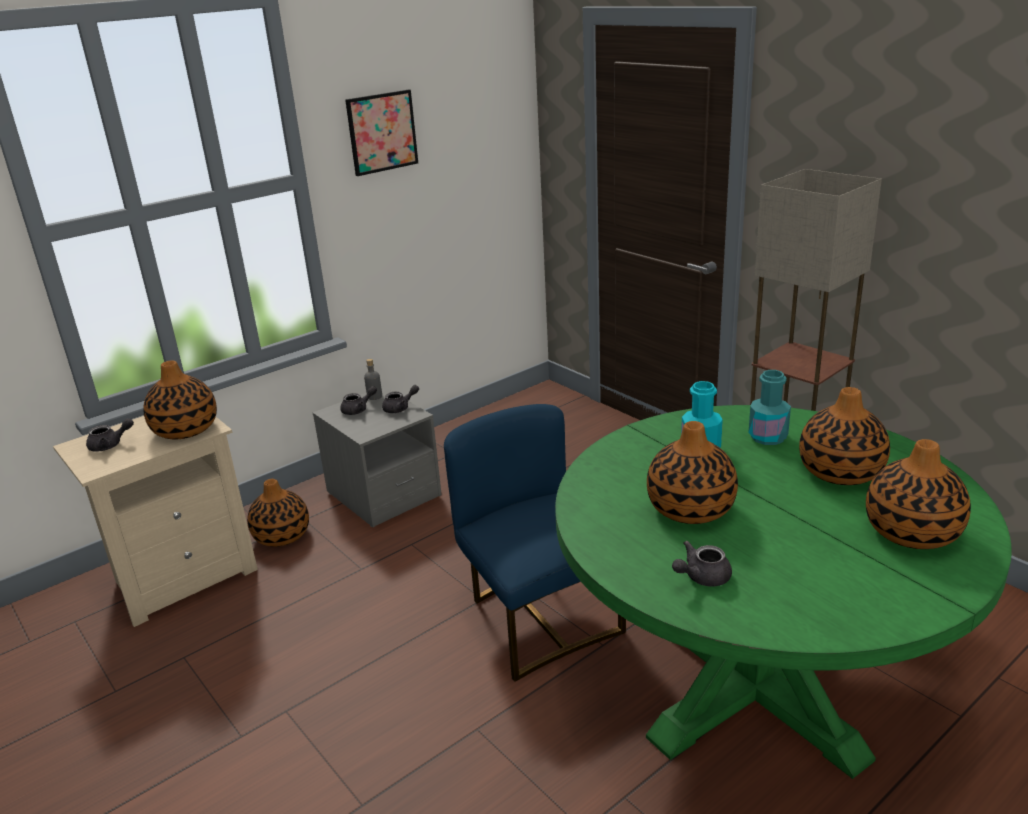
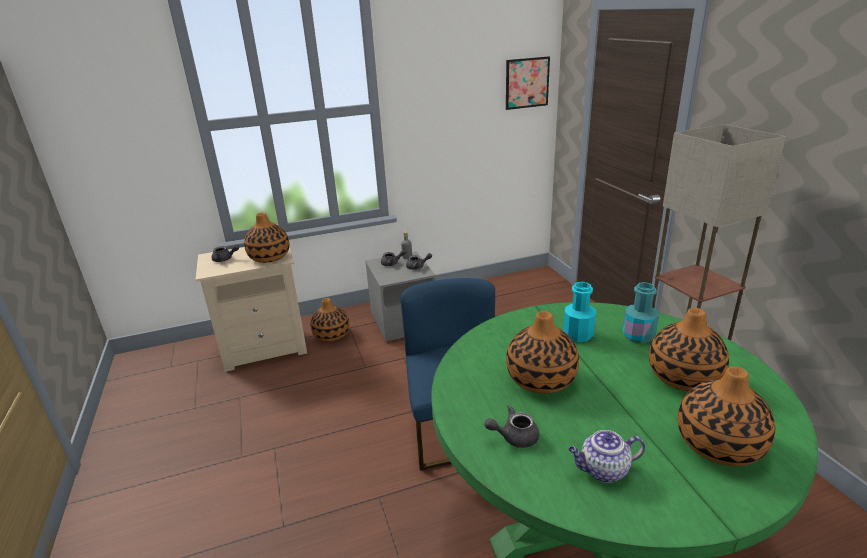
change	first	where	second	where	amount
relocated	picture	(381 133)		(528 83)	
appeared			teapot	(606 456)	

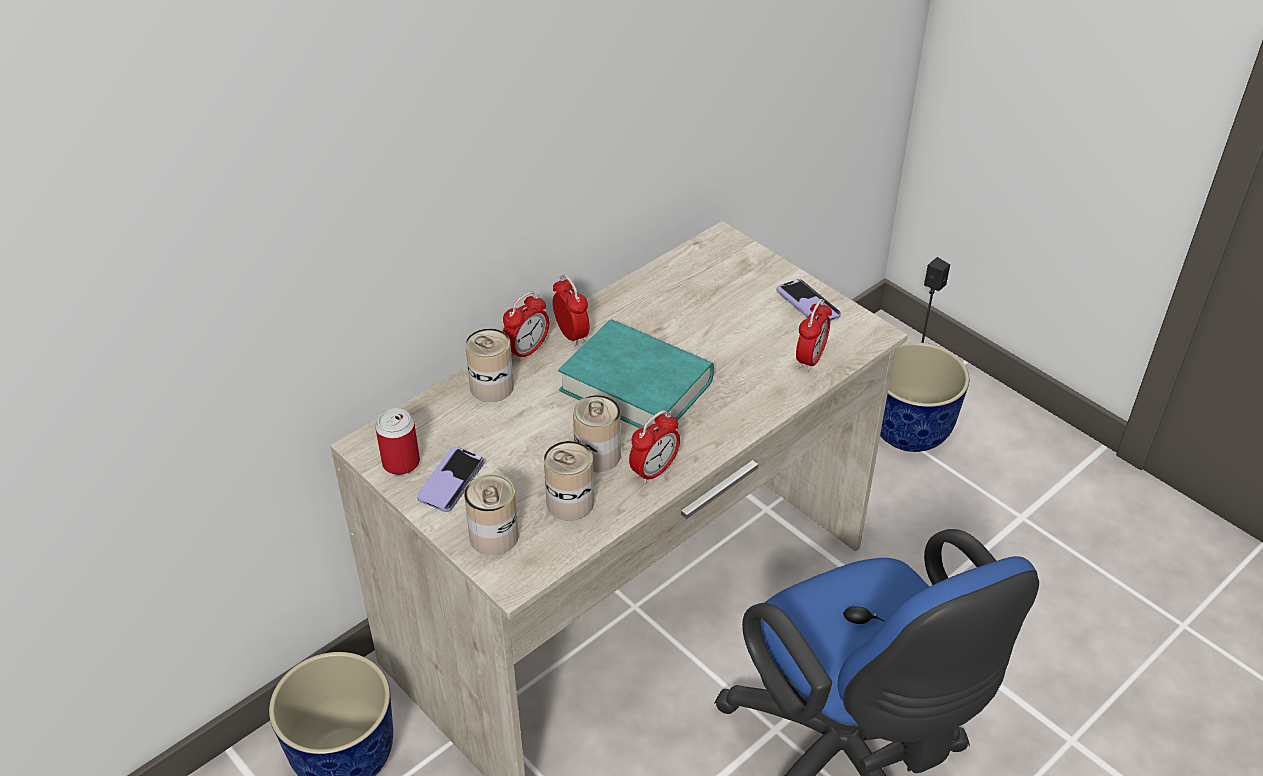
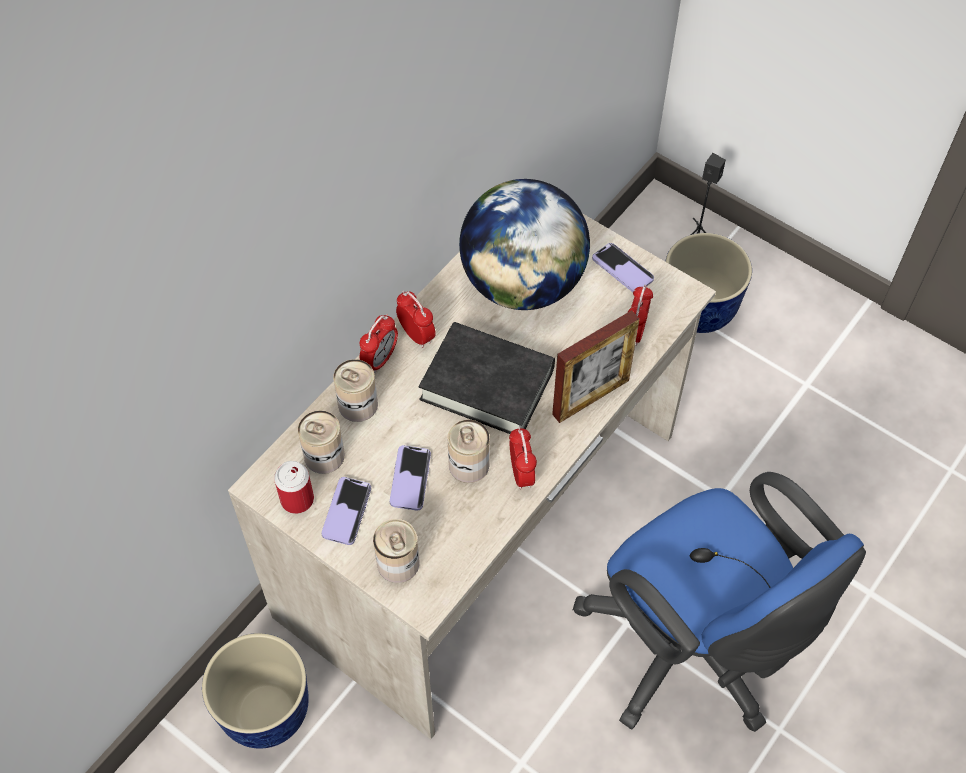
change	first	where	second	where	amount
relocated	can	(569 481)		(321 442)	
appeared			phone	(410 478)	
colour	book in turquoise	(636 373)	book in black	(487 378)	
appeared			globe	(524 244)	
spun	alarm clock	(654 447)		(523 458)	45 degrees counterclockwise
appeared			picture frame	(596 366)	

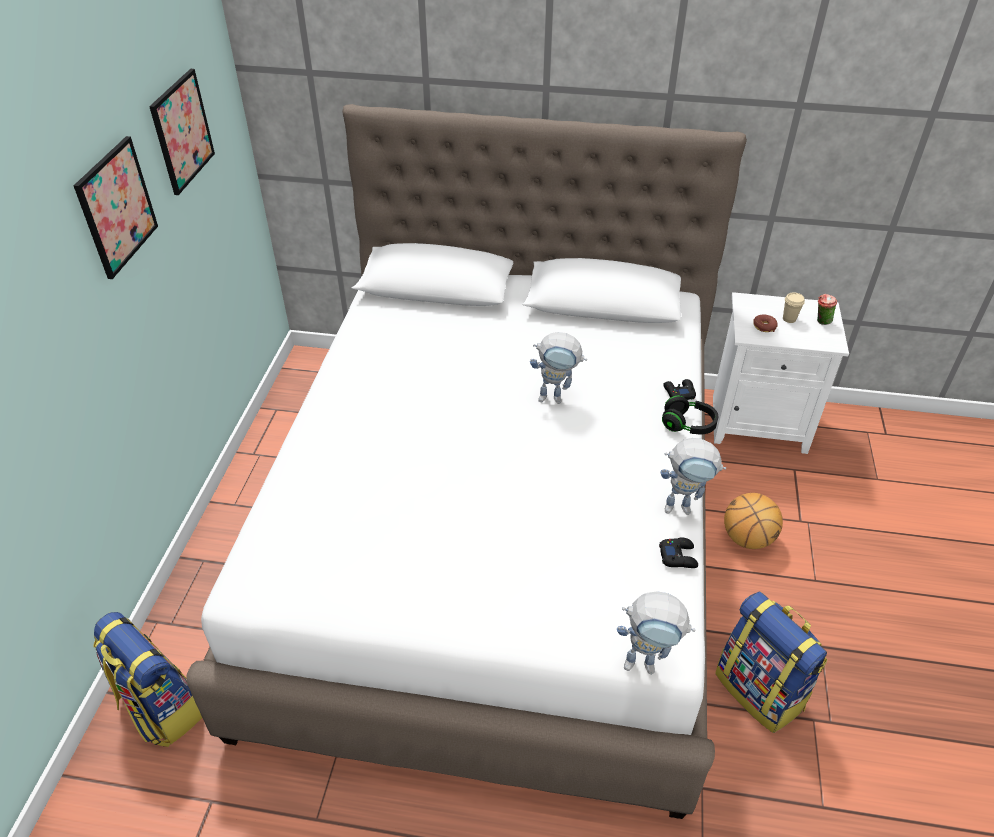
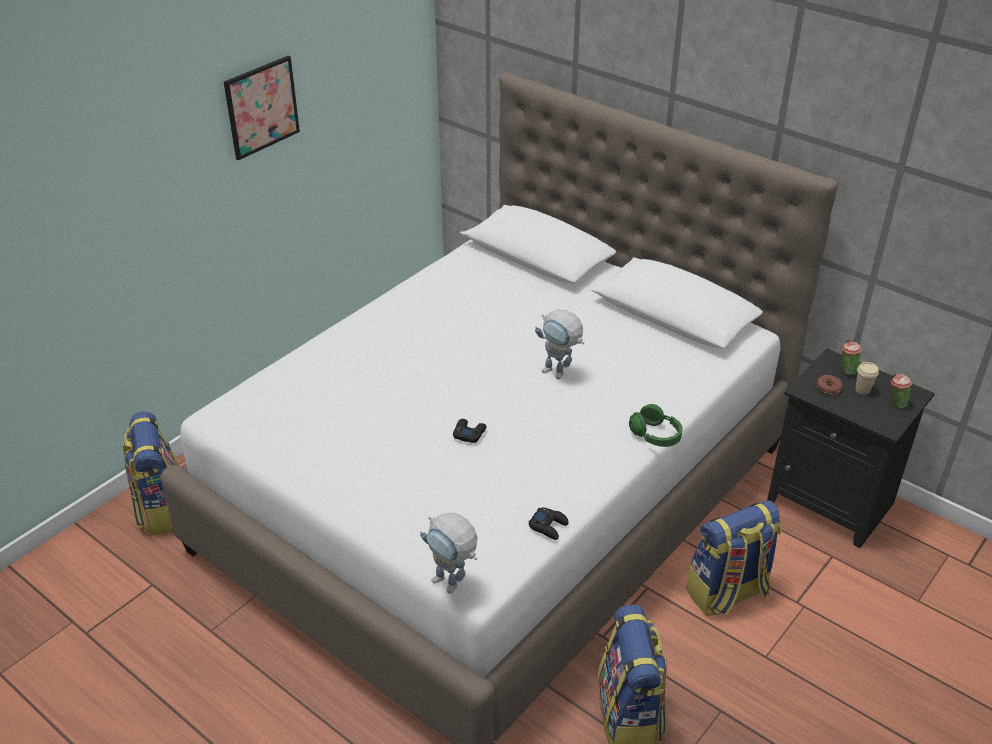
change	first	where	second	where	amount
relocated	game controller in black	(679 389)		(470 431)	
colour	headphones in black	(690 414)	headphones in green	(656 425)	
exchanged	basketball	(753 521)	backpack	(733 558)	
colour	nightstand in white	(781 373)	nightstand in black	(851 448)	
appeared			cup	(852 357)	
missing	picture	(182 132)			
missing	toy robot	(693 476)			

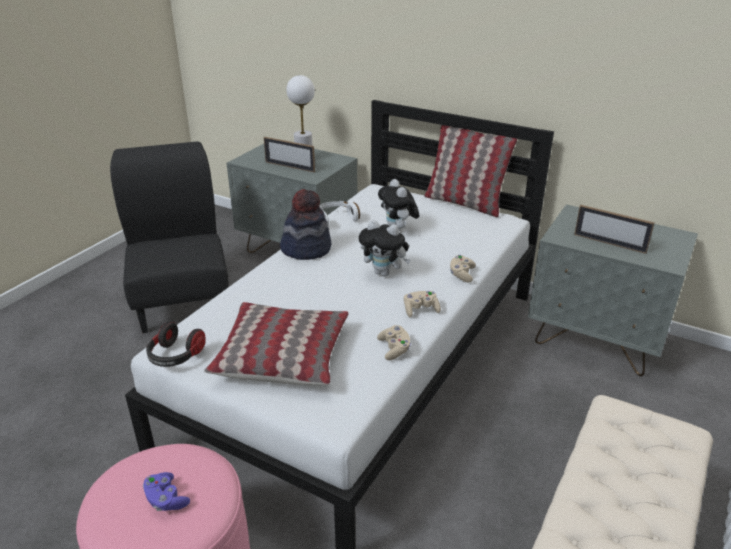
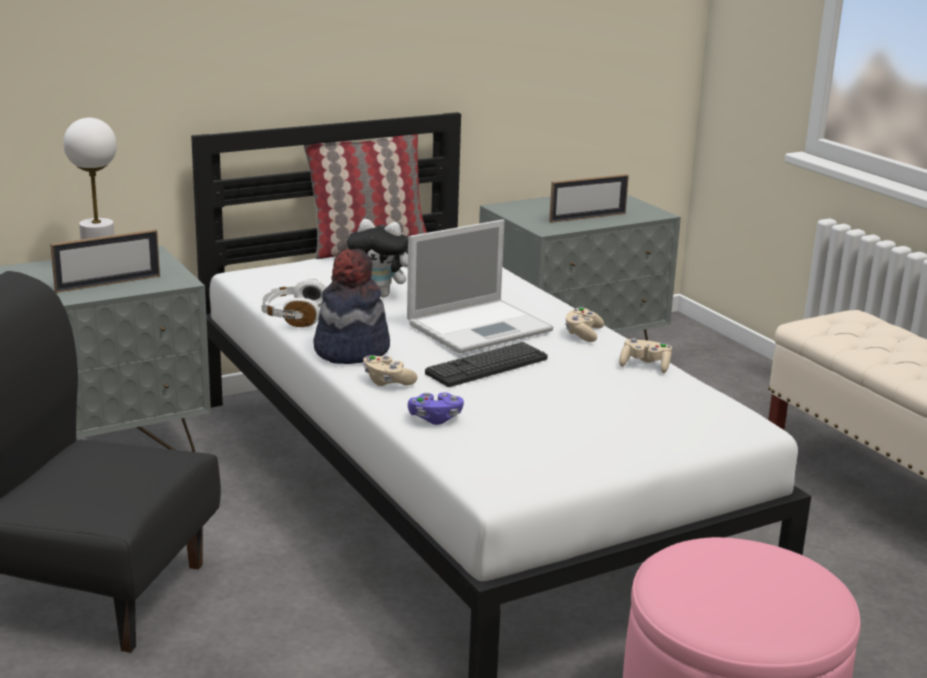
change	first	where	second	where	amount
relocated	game controller in beige	(463 268)		(390 370)	
exchanged	plush toy	(384 248)	laptop	(480 286)	
relocated	game controller in purple	(166 491)		(436 408)	
appeared			keyboard	(486 364)	
missing	headphones	(176 344)			
missing	pillow	(276 343)			

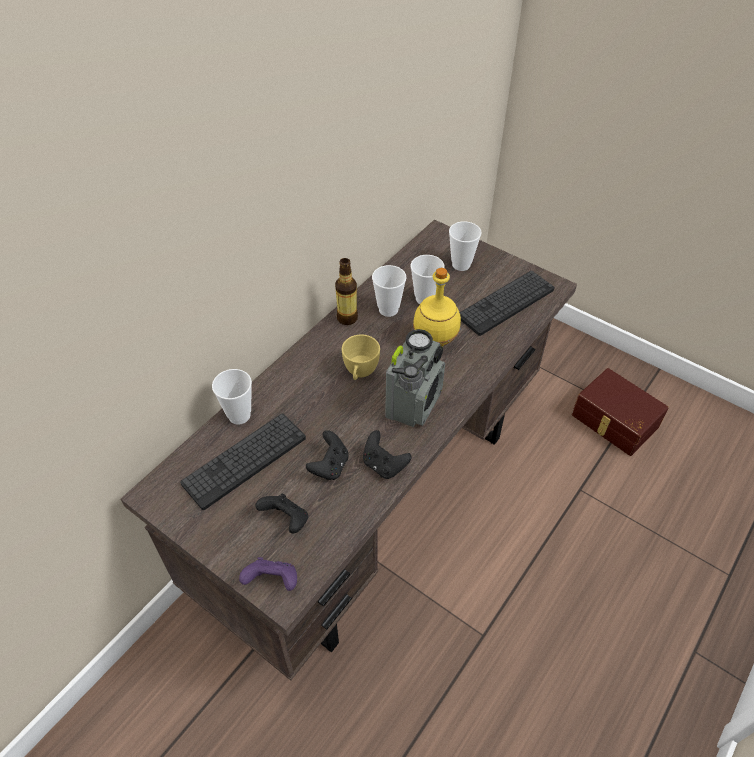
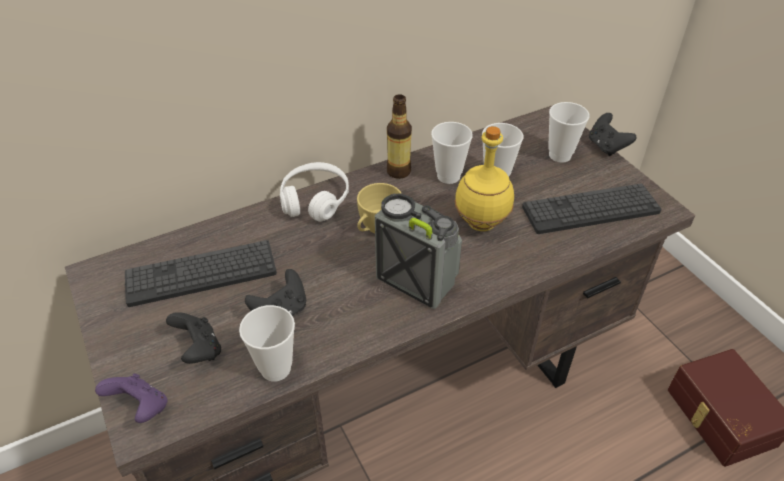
change	first	where	second	where	amount
relocated	cup	(232 397)		(267 343)	
appeared			headphones in white	(314 192)	
spun	radio	(415 378)		(418 251)	105 degrees counterclockwise
relocated	game controller in black	(387 454)		(613 134)	

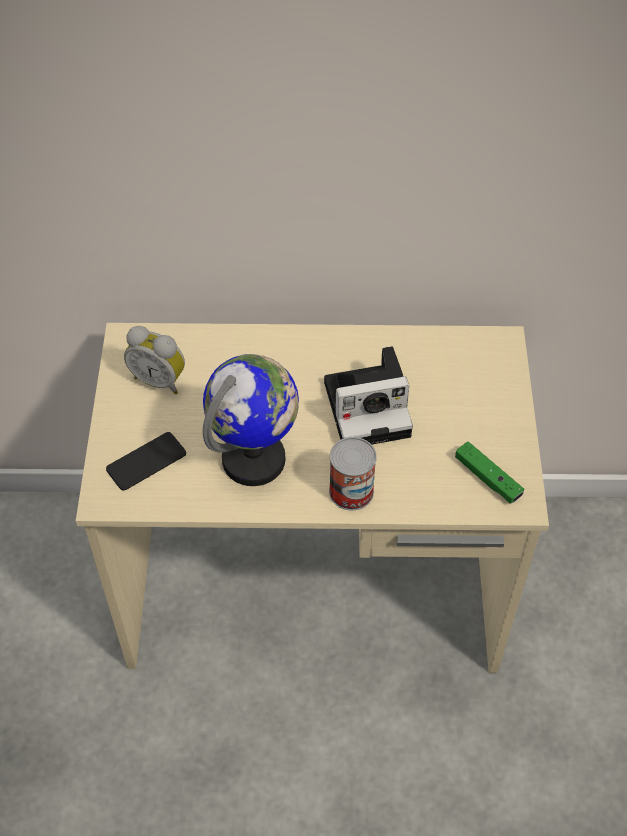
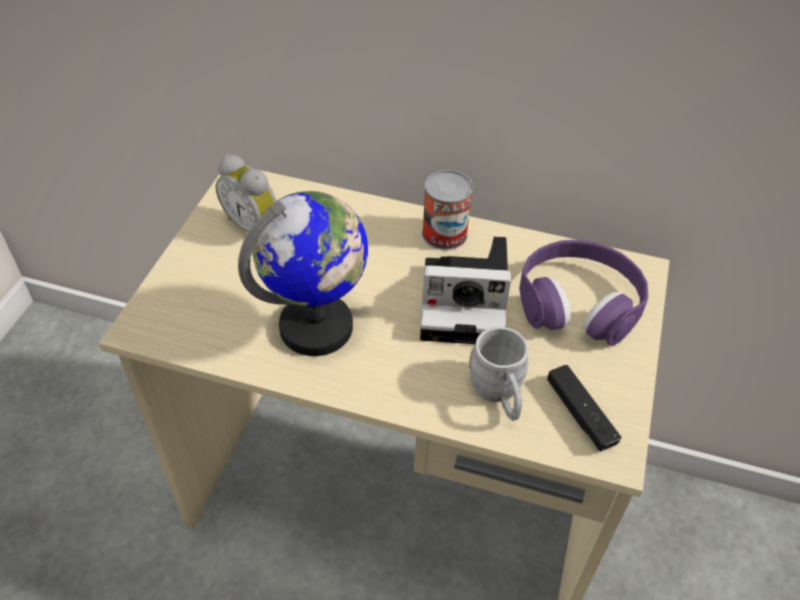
change	first	where	second	where	amount
relocated	can	(353 473)		(447 210)	
appeared			mug in grey	(499 374)	
appeared			headphones in purple	(583 293)	
colour	game controller in green	(489 473)	game controller in black	(584 408)	
missing	phone	(146 461)			

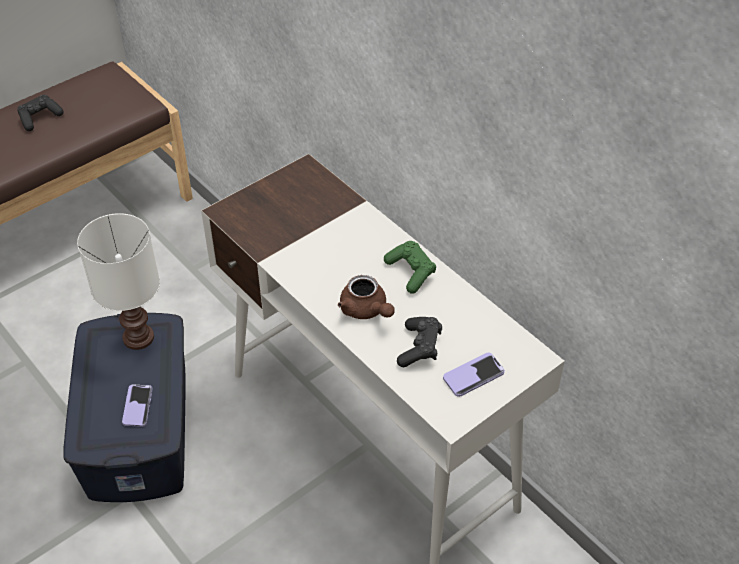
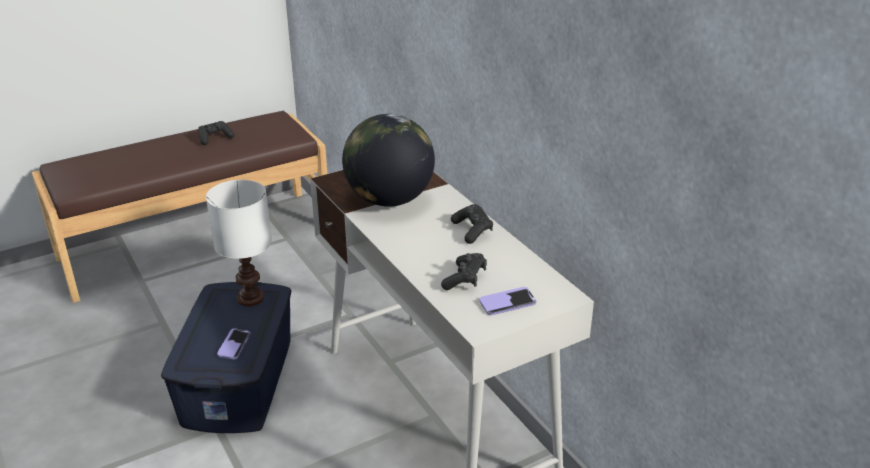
change	first	where	second	where	amount
appeared			globe	(388 160)	
colour	game controller in green	(410 267)	game controller in black	(472 224)	
missing	teapot in brown	(366 297)			

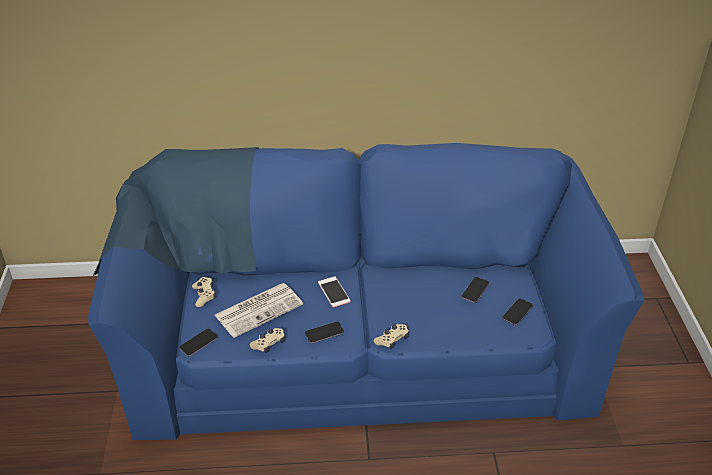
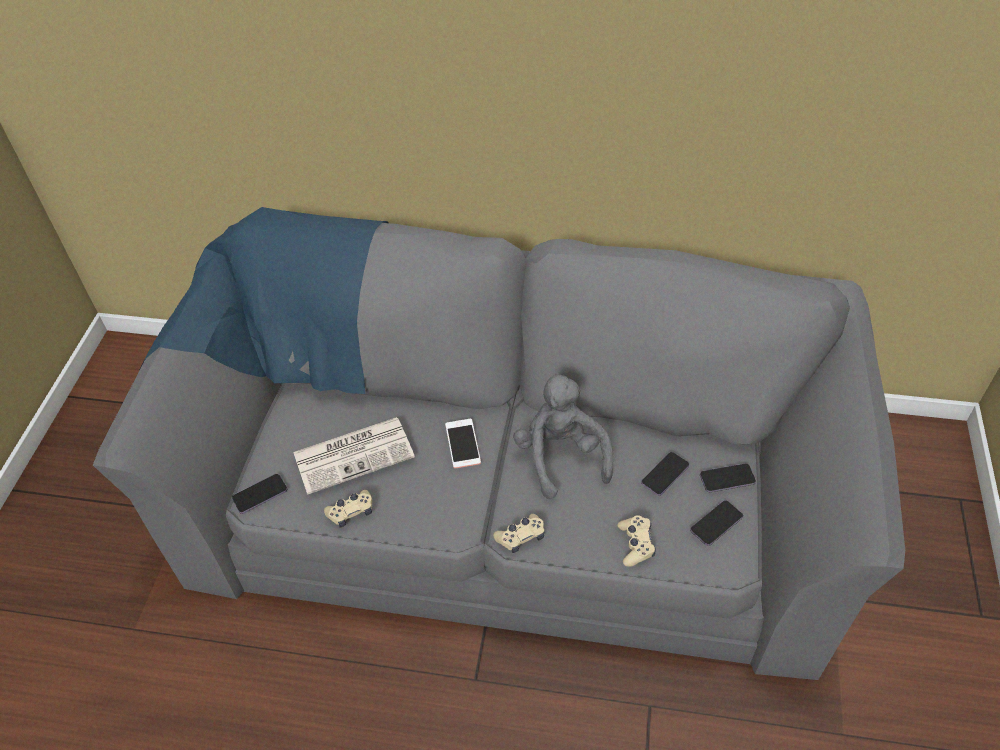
change	first	where	second	where	amount
colour	sofa in blue	(366 291)	sofa in grey	(499 443)	
appeared			plush toy in grey	(563 435)	
relocated	game controller in beige	(203 292)		(636 541)	
relocated	phone	(324 332)		(728 477)	

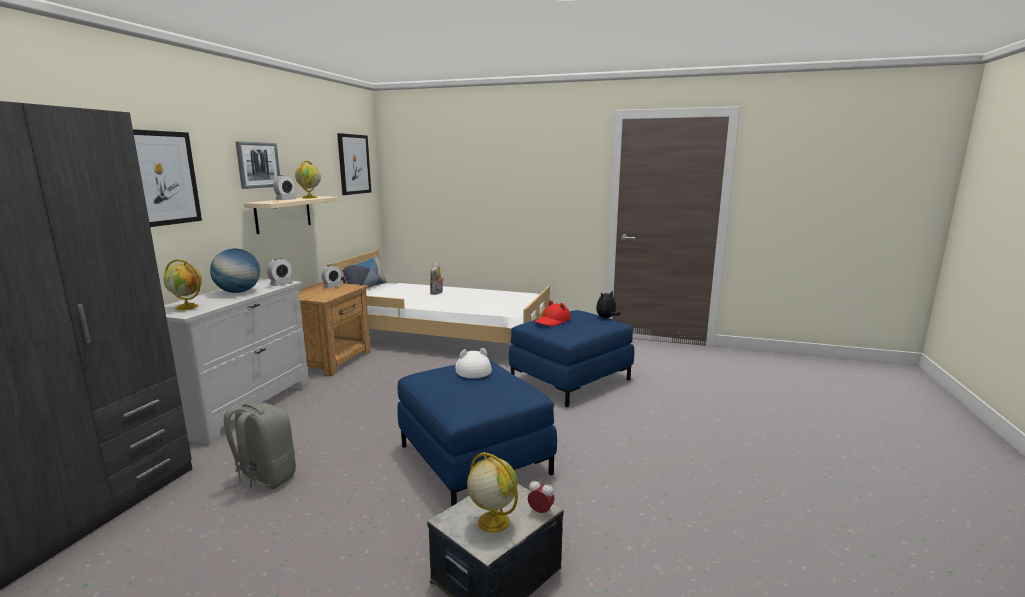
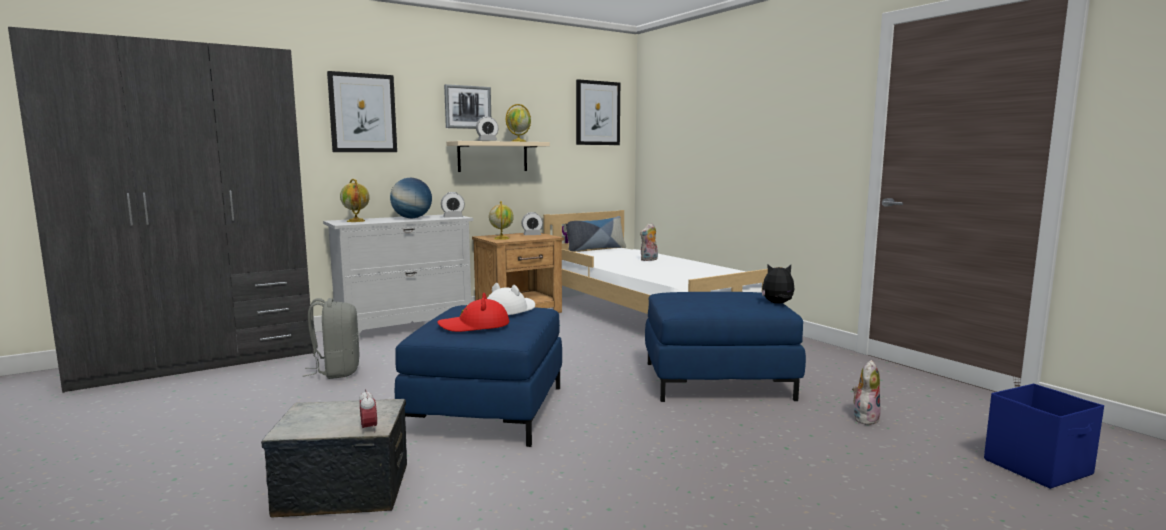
change	first	where	second	where	amount
relocated	hat in red	(553 313)		(473 312)	
relocated	globe	(492 492)		(501 220)	
appeared			plush toy	(866 392)	
appeared			storage box in blue	(1044 436)	

